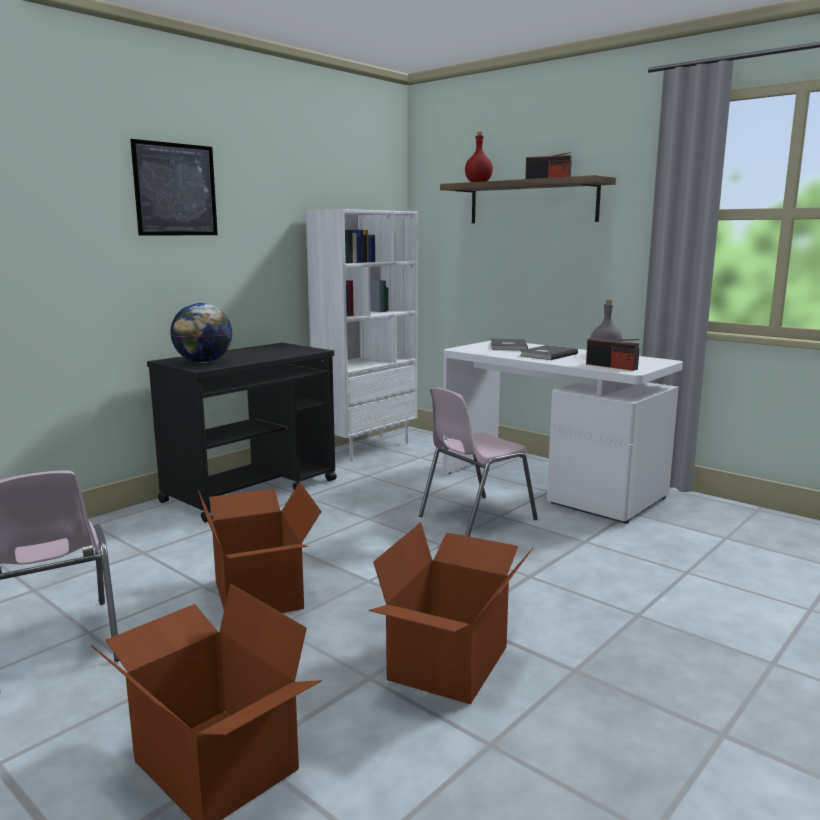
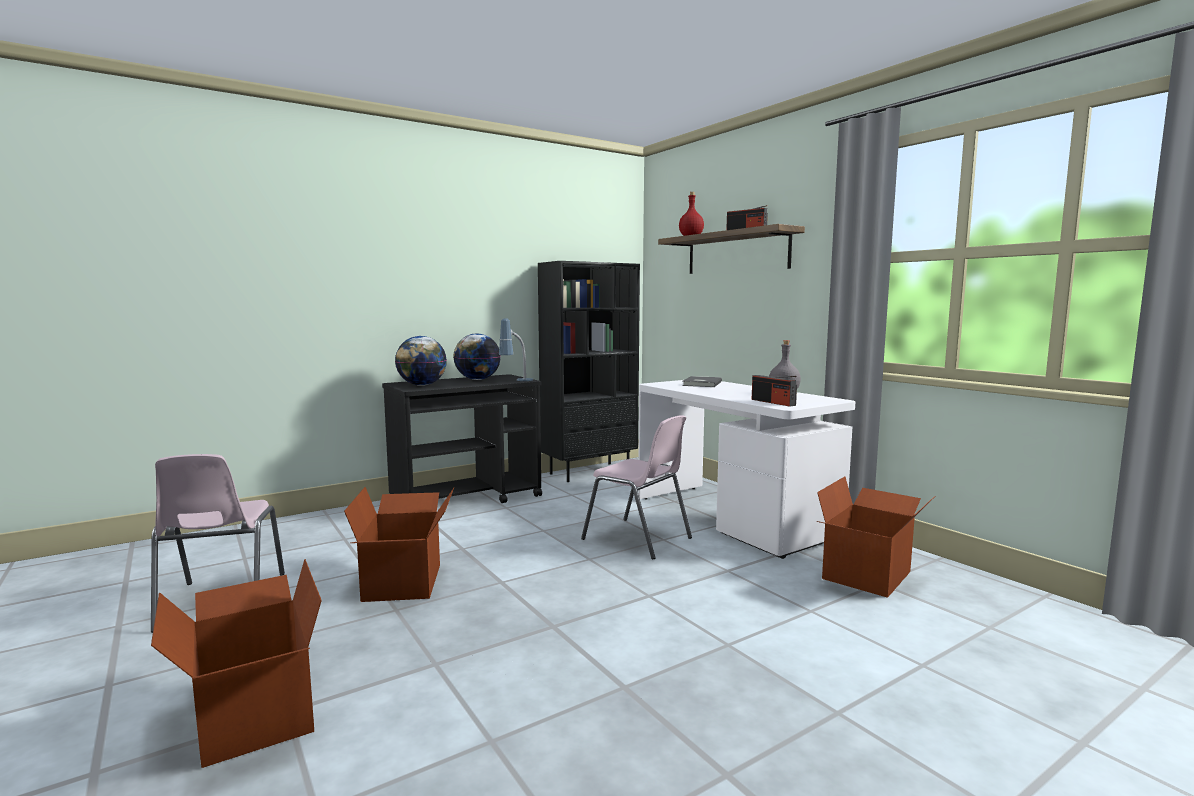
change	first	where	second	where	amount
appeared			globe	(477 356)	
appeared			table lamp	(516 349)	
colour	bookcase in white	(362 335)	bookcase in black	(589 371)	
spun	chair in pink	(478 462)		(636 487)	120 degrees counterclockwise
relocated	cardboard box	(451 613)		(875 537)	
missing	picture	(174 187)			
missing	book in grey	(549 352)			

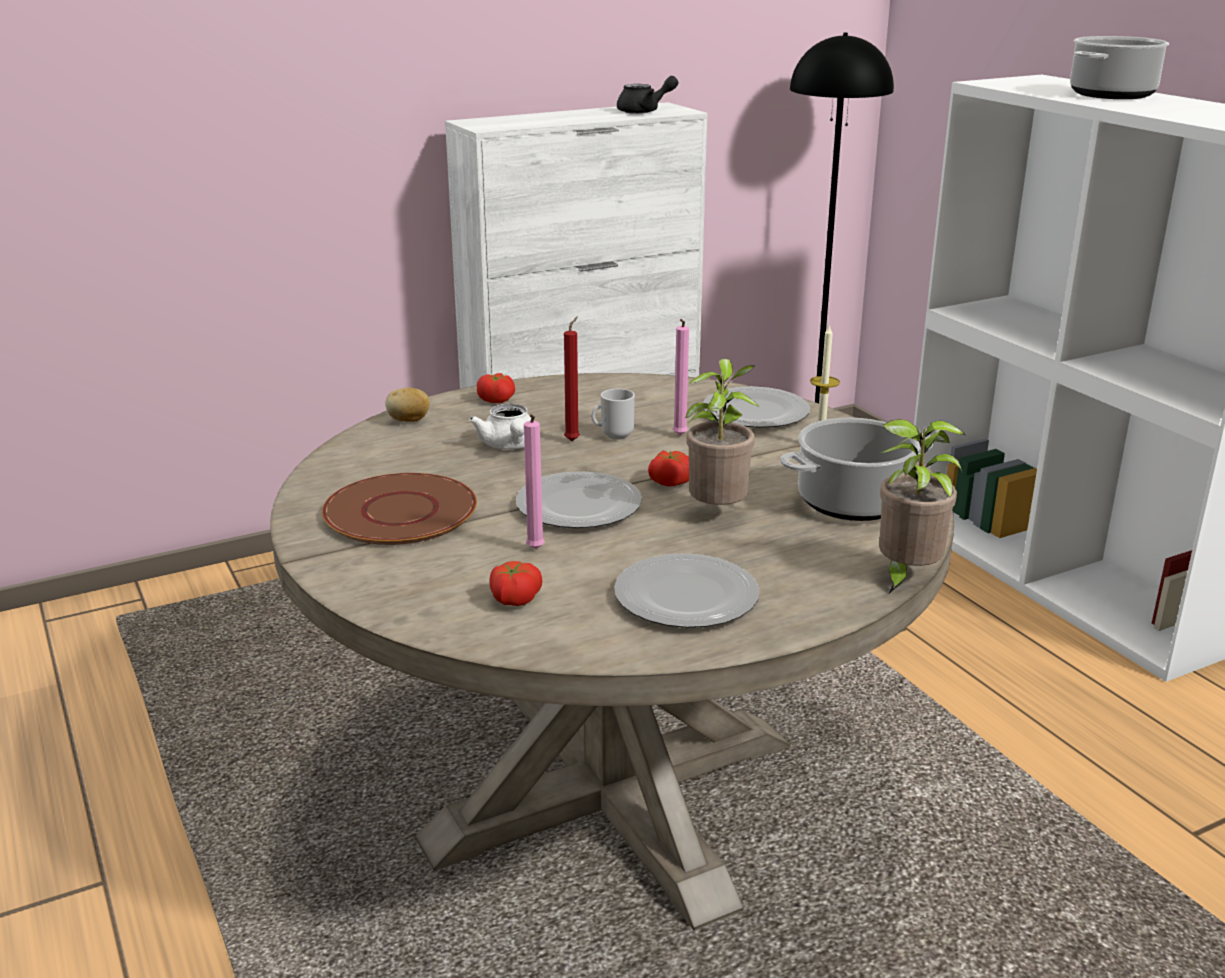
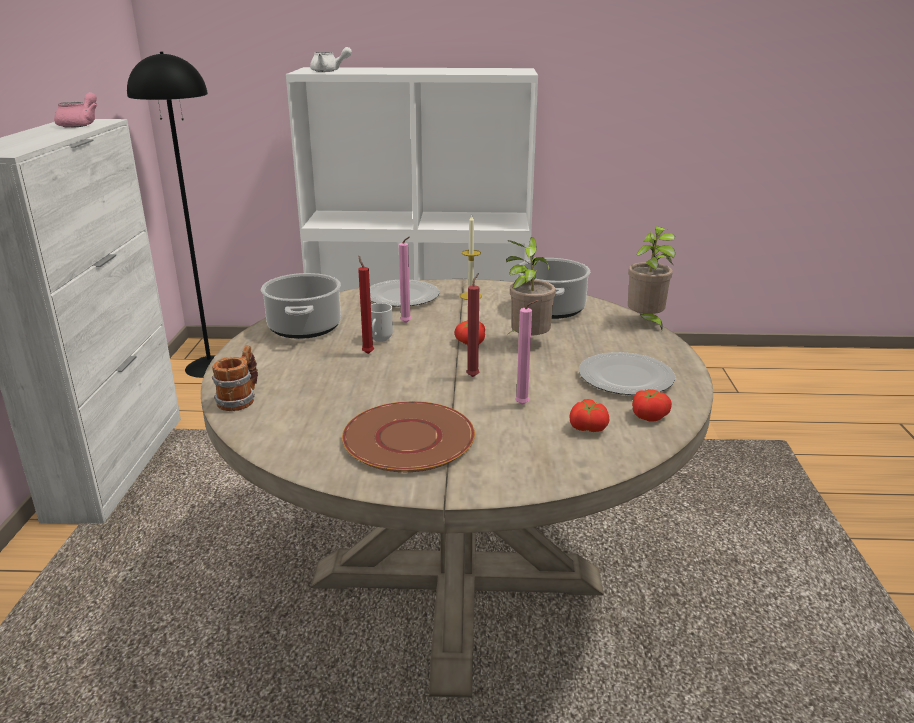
change	first	where	second	where	amount
colour	teapot in black	(648 95)	teapot in pink	(76 110)	
exchanged	potato	(407 405)	mug	(235 378)	
relocated	cooking pot	(1119 67)		(301 306)	
relocated	teapot in white	(500 426)		(331 59)	
exchanged	plate	(579 499)	candle in red	(472 325)	
relocated	tomato	(496 388)		(652 405)	

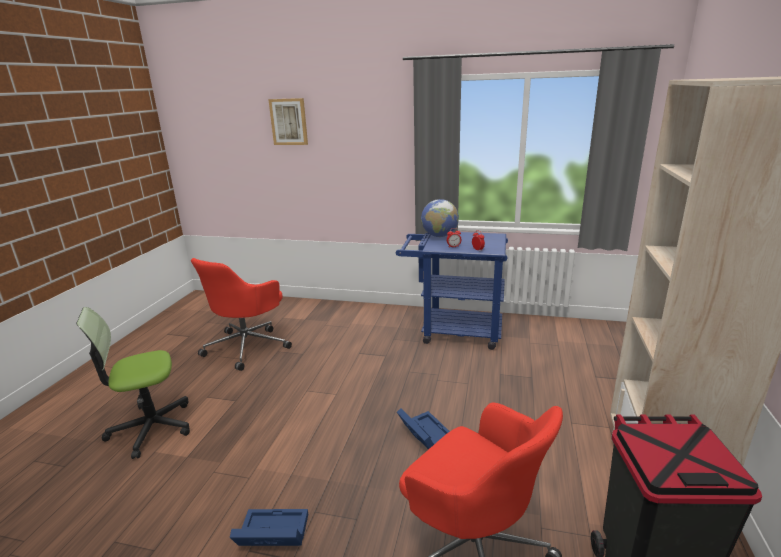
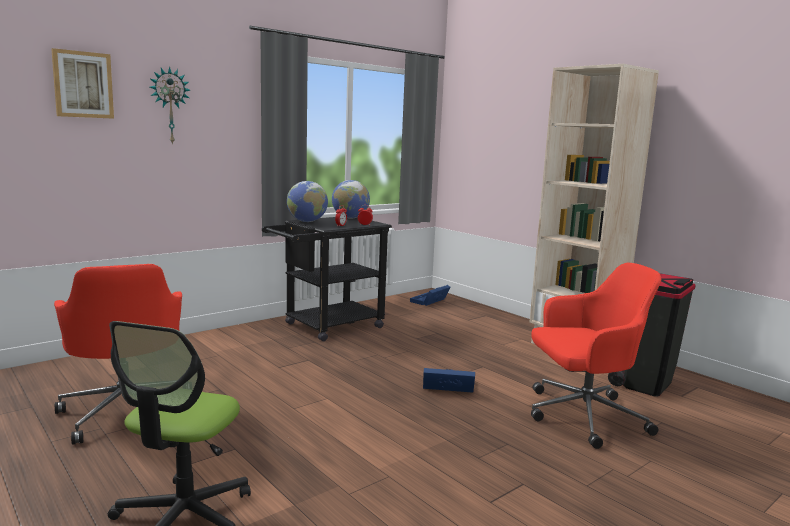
change	first	where	second	where	amount
appeared			wall clock	(170 105)	
colour	cart in blue	(452 291)	cart in black	(327 279)	
appeared			globe	(351 199)	
relocated	storage box in blue	(269 527)		(430 295)	

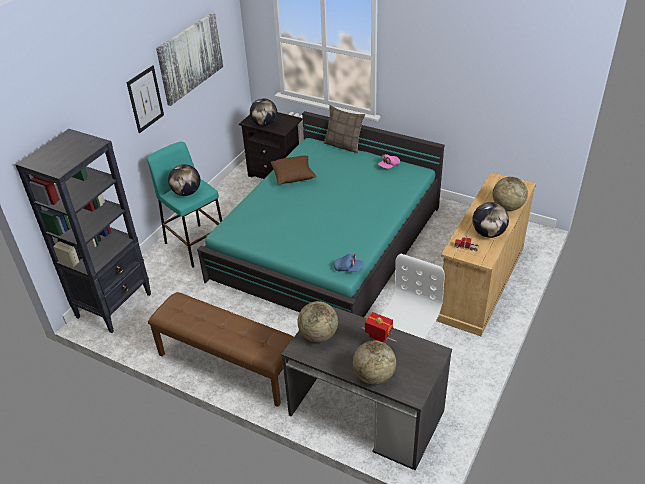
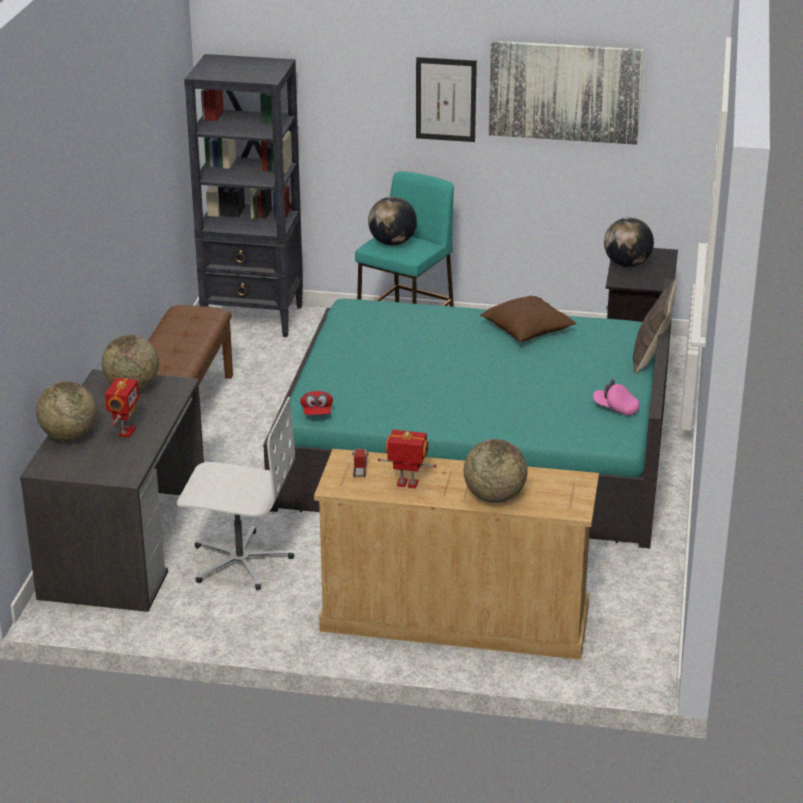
change	first	where	second	where	amount
colour	cap in blue	(348 262)	cap in red	(316 403)	
exchanged	globe	(490 220)	toy robot	(407 459)	

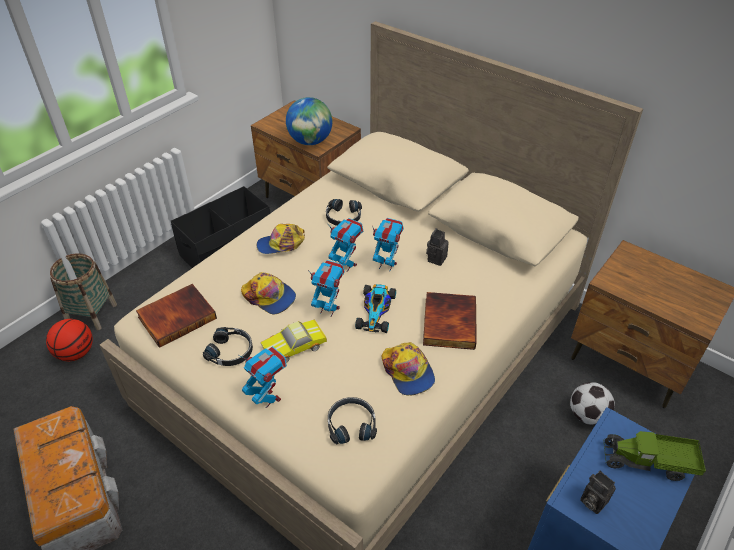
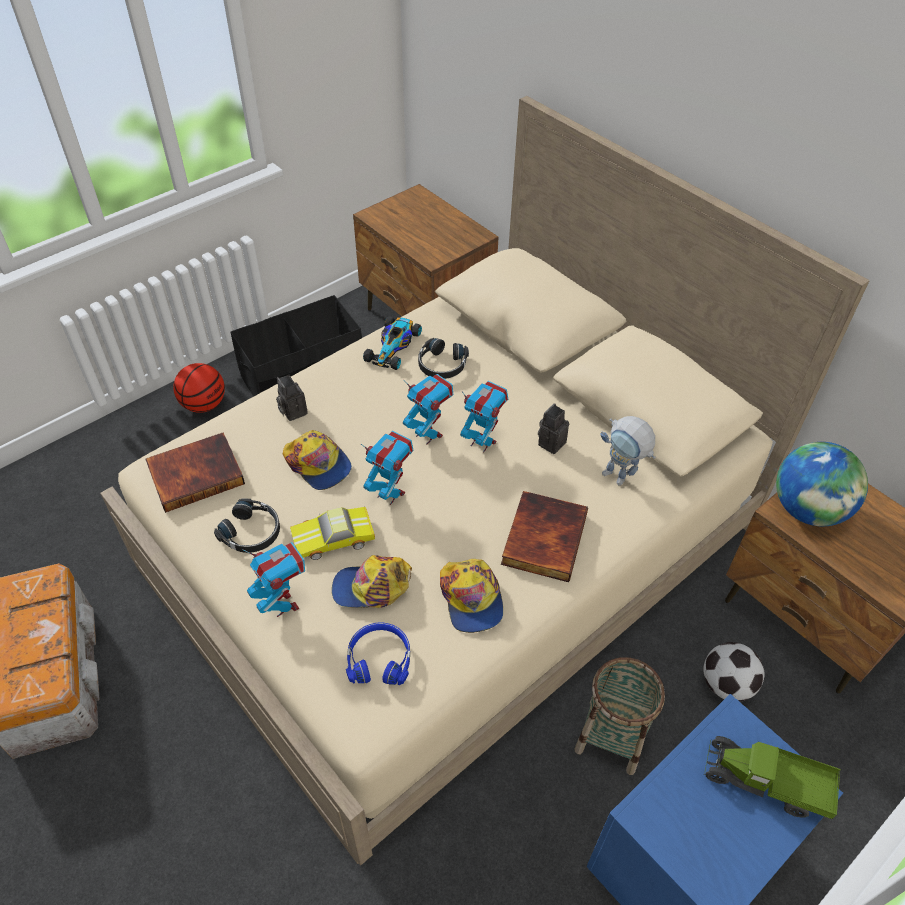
change	first	where	second	where	amount
relocated	basketball	(69 340)		(199 388)	
relocated	photo camera	(598 492)		(292 398)	
relocated	cap	(281 239)		(372 581)	
colour	headphones in black	(352 421)	headphones in blue	(378 653)	
relocated	toy car	(375 308)		(392 343)	
relocated	basket	(83 291)		(620 716)	
appeared			toy robot	(628 451)	
relocated	globe	(309 121)		(822 484)	

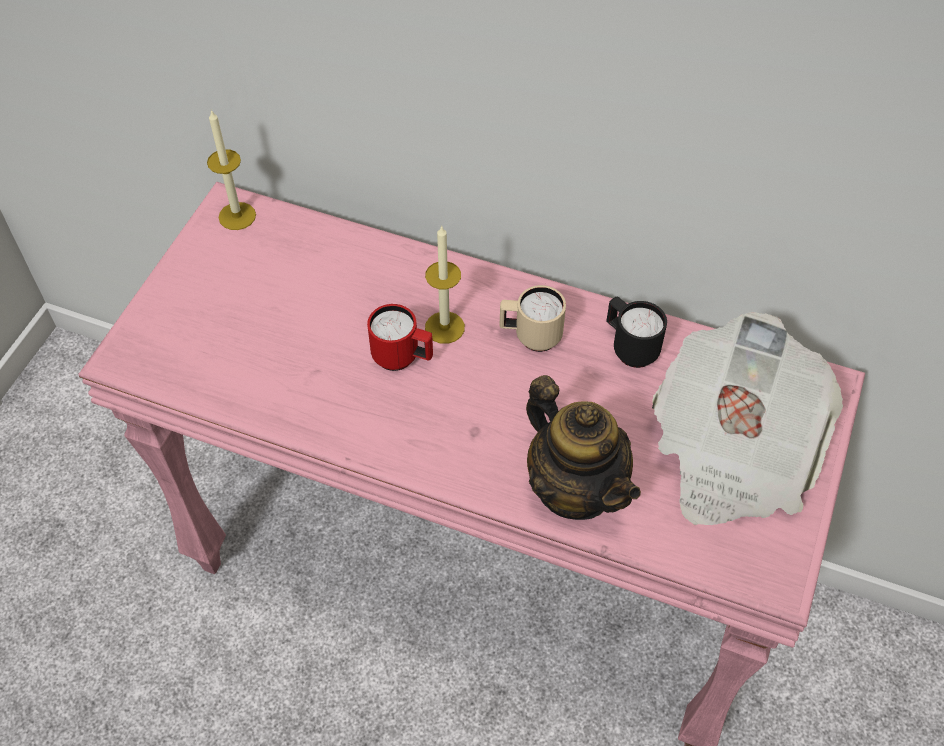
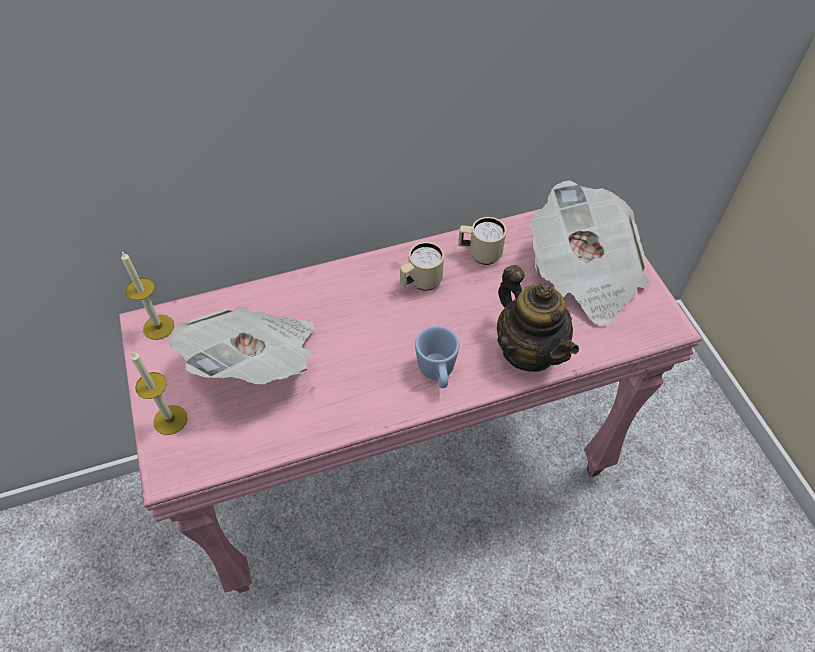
change	first	where	second	where	amount
relocated	candle	(445 284)		(159 393)	
appeared			newspaper	(242 345)	
appeared			mug in blue	(437 357)	
colour	mug in black	(636 332)	mug in beige	(482 241)	
spun	teapot	(583 447)		(538 318)	45 degrees clockwise
missing	mug in red	(400 337)			

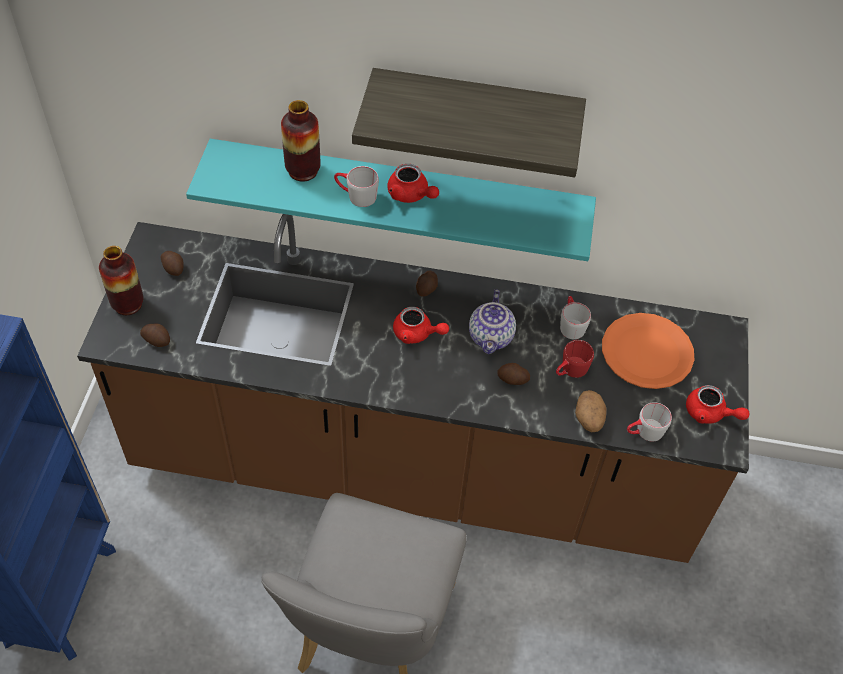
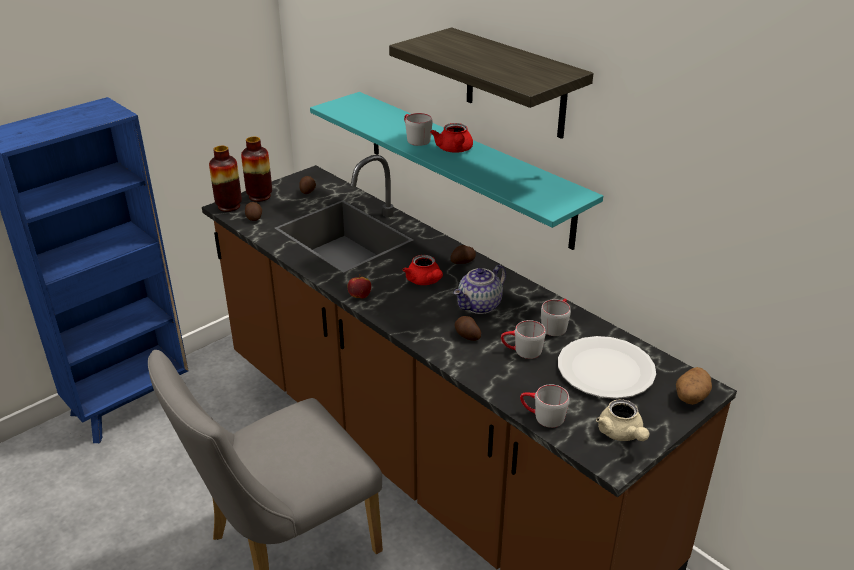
change	first	where	second	where	amount
relocated	vase	(300 140)		(225 179)	
appeared			apple	(359 286)	
colour	mug in red	(575 359)	mug in grey	(523 339)	
colour	plate in orange	(648 351)	plate in white	(607 367)	
colour	teapot in red	(718 404)	teapot in beige	(623 420)	
relocated	potato	(591 411)		(694 386)	

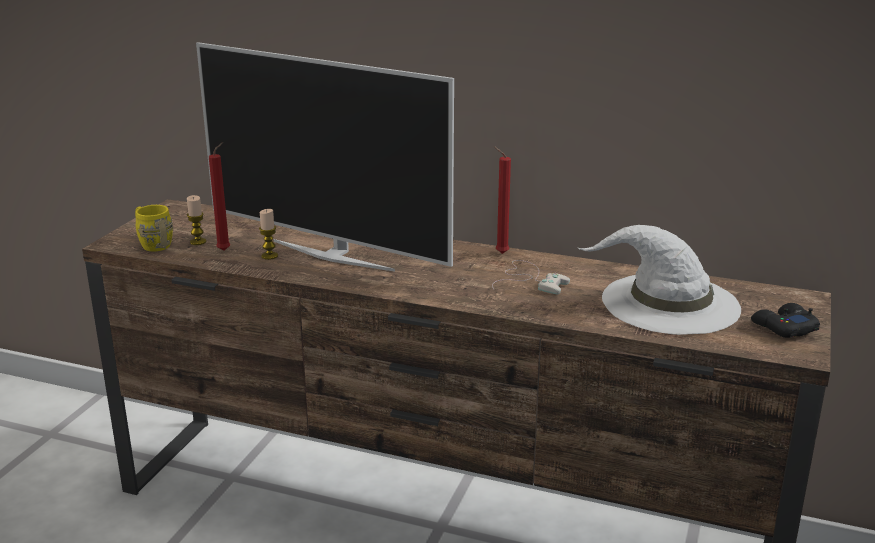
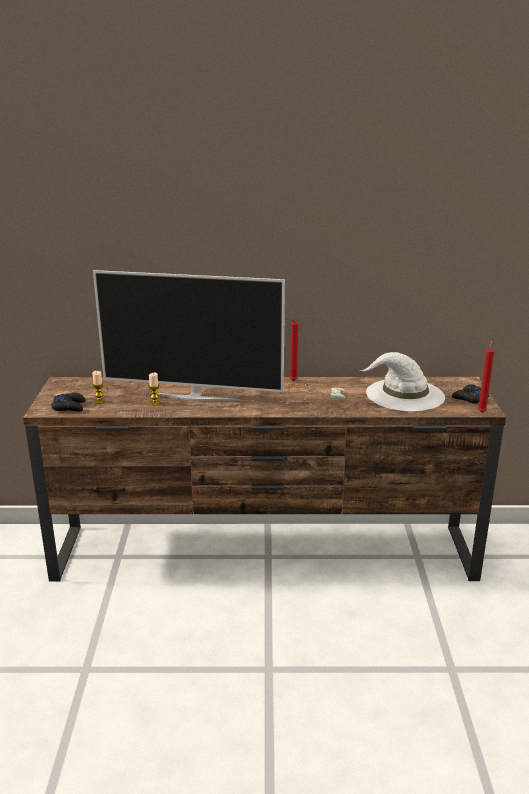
change	first	where	second	where	amount
exchanged	mug in yellow	(154 228)	game controller in black	(68 402)	
relocated	candle in red	(219 196)		(486 377)	

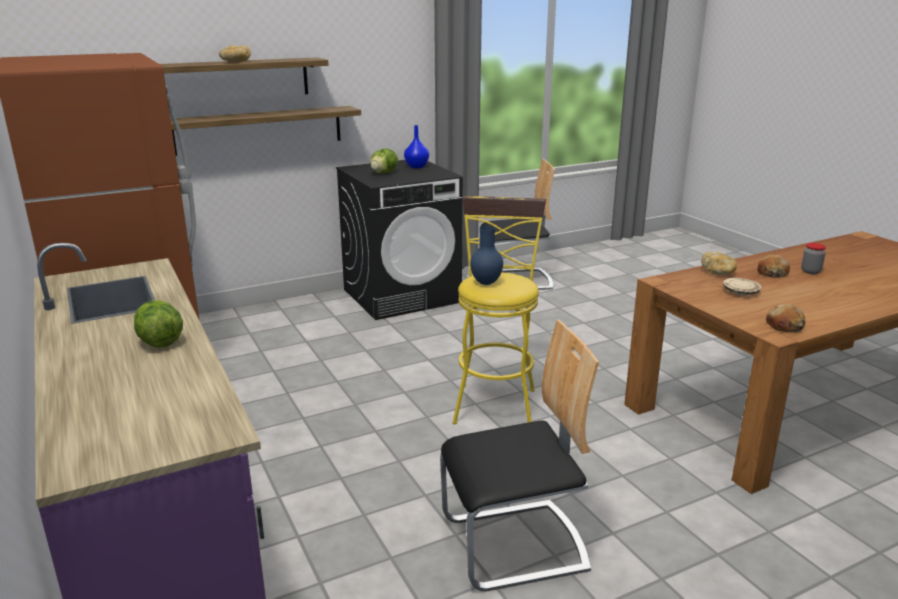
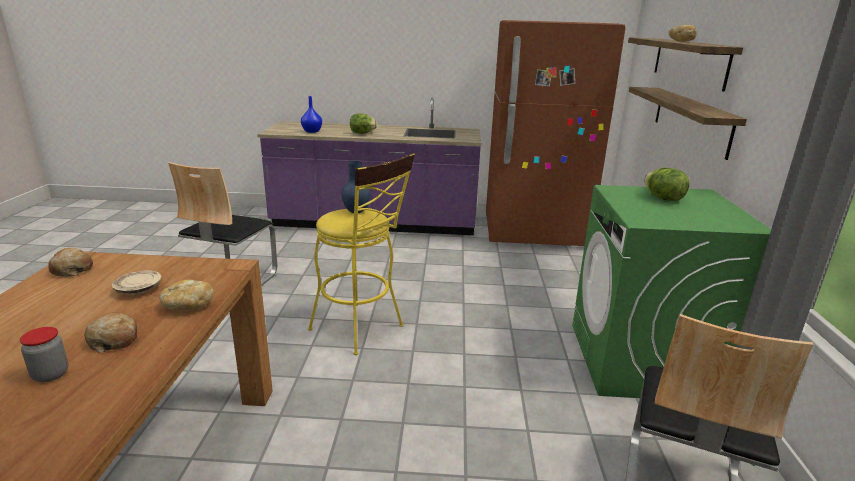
change	first	where	second	where	amount
relocated	vase in blue	(416 146)		(311 114)	
colour	washing machine in black	(399 240)	washing machine in green	(671 291)	

